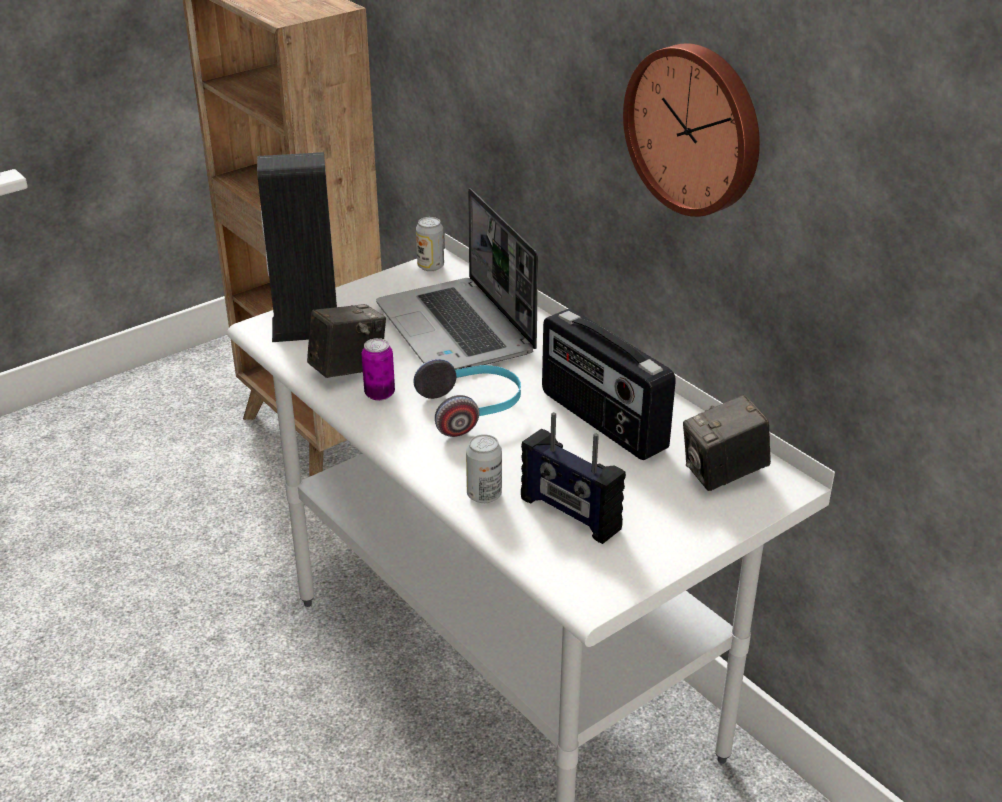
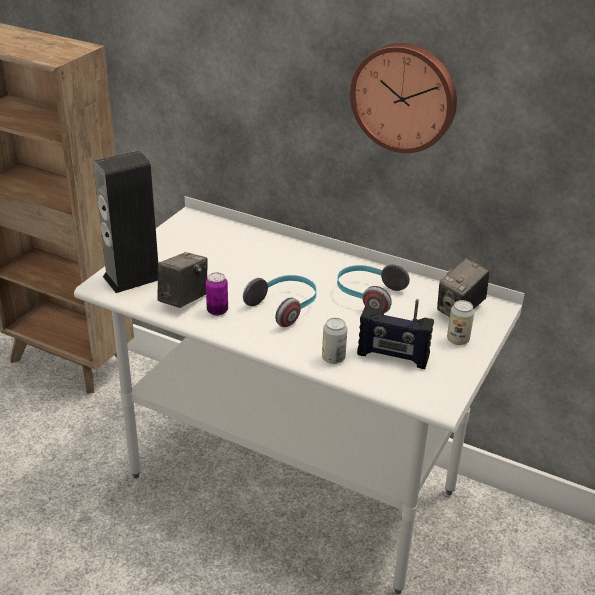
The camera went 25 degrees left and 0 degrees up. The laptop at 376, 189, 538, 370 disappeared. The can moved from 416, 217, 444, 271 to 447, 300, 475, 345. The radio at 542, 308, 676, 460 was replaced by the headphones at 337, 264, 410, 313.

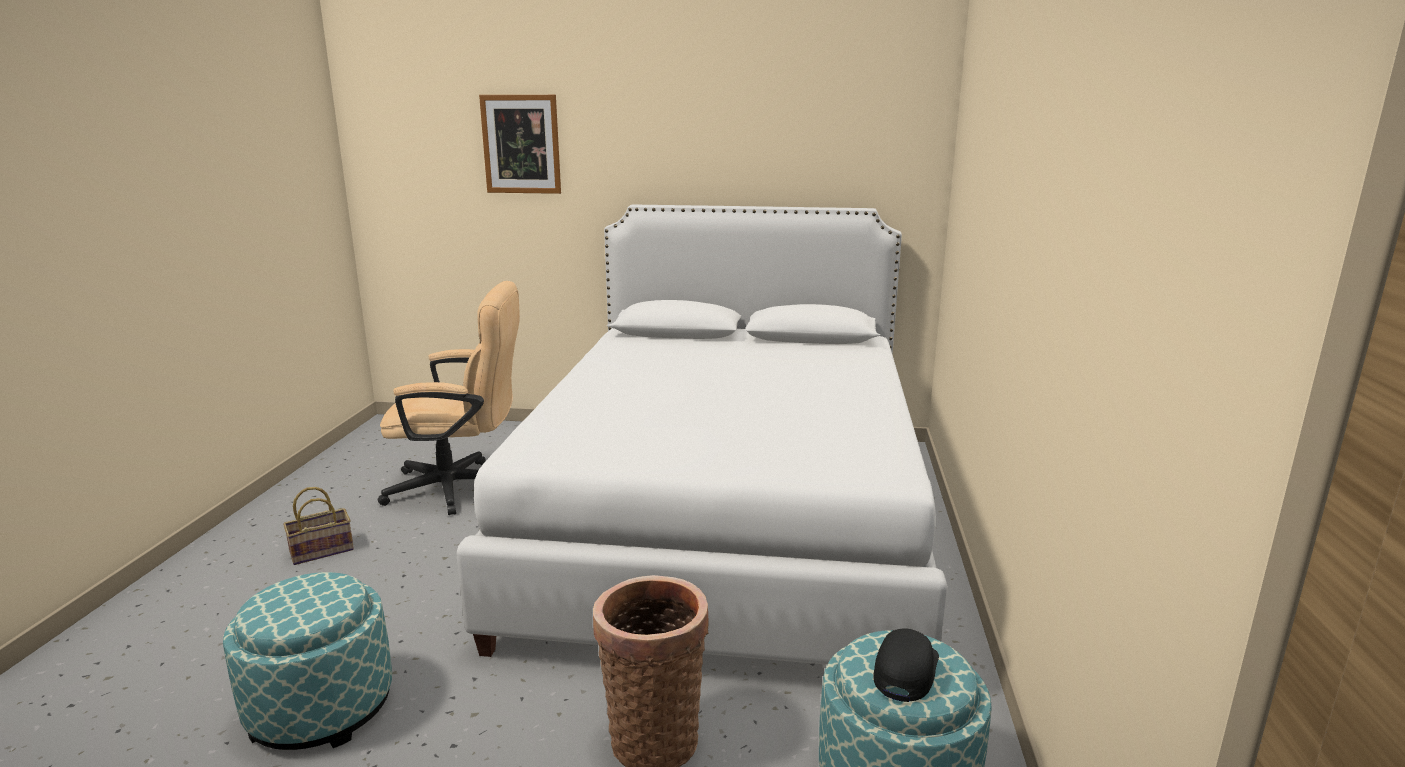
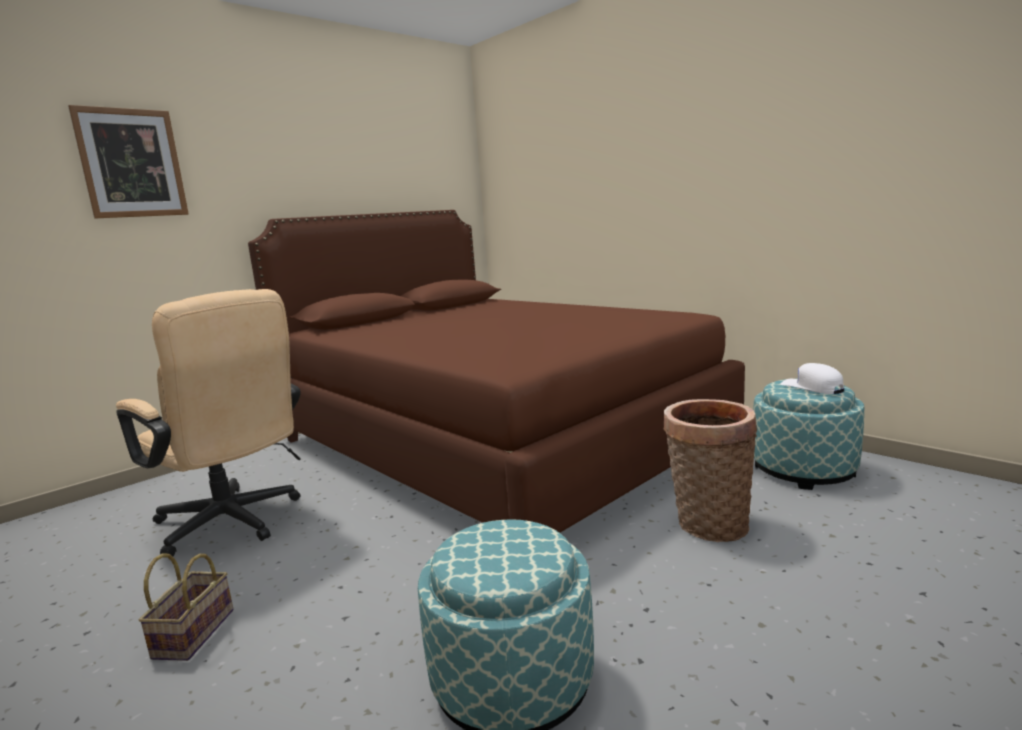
The camera went 50 degrees left and 5 degrees down. The white bed at 457, 204, 948, 665 became the brown bed at 248, 210, 745, 533. The beige office chair at 378, 281, 520, 515 turned 90 degrees clockwise. The black cap at 873, 628, 939, 702 became the white cap at 781, 363, 844, 394.

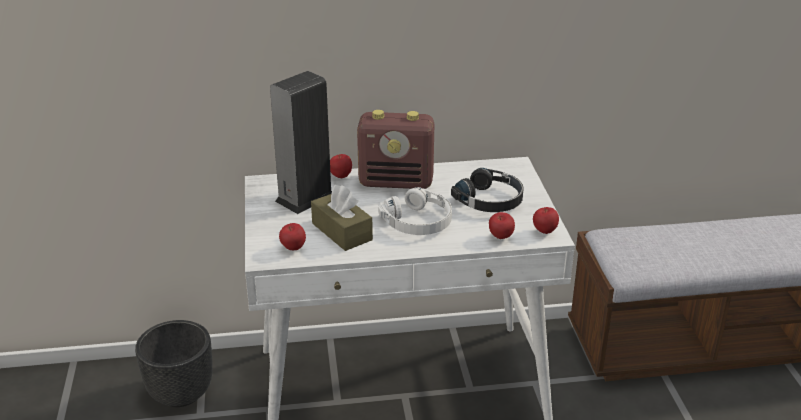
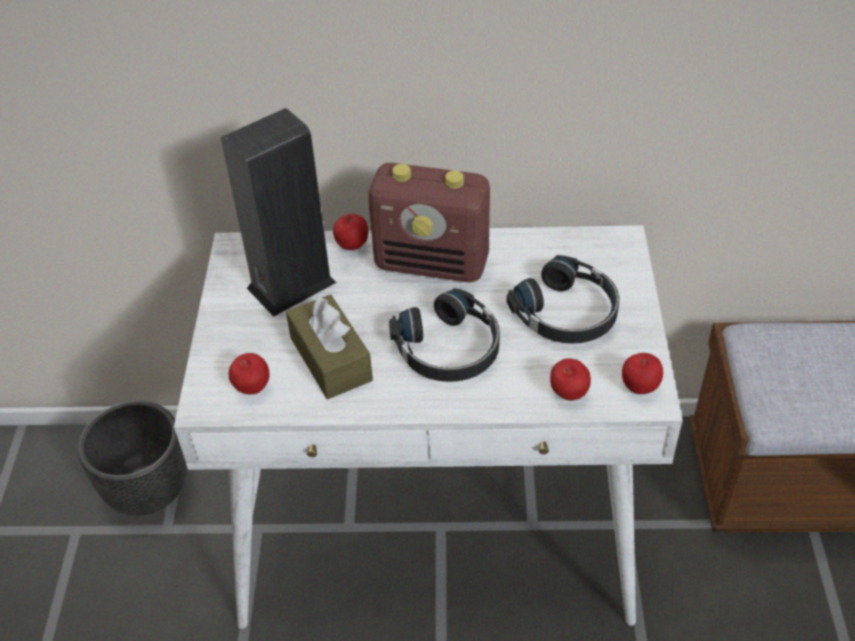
The camera went 10 degrees right and 15 degrees up. The white headphones at 378, 187, 452, 235 became the black headphones at 389, 288, 500, 382.

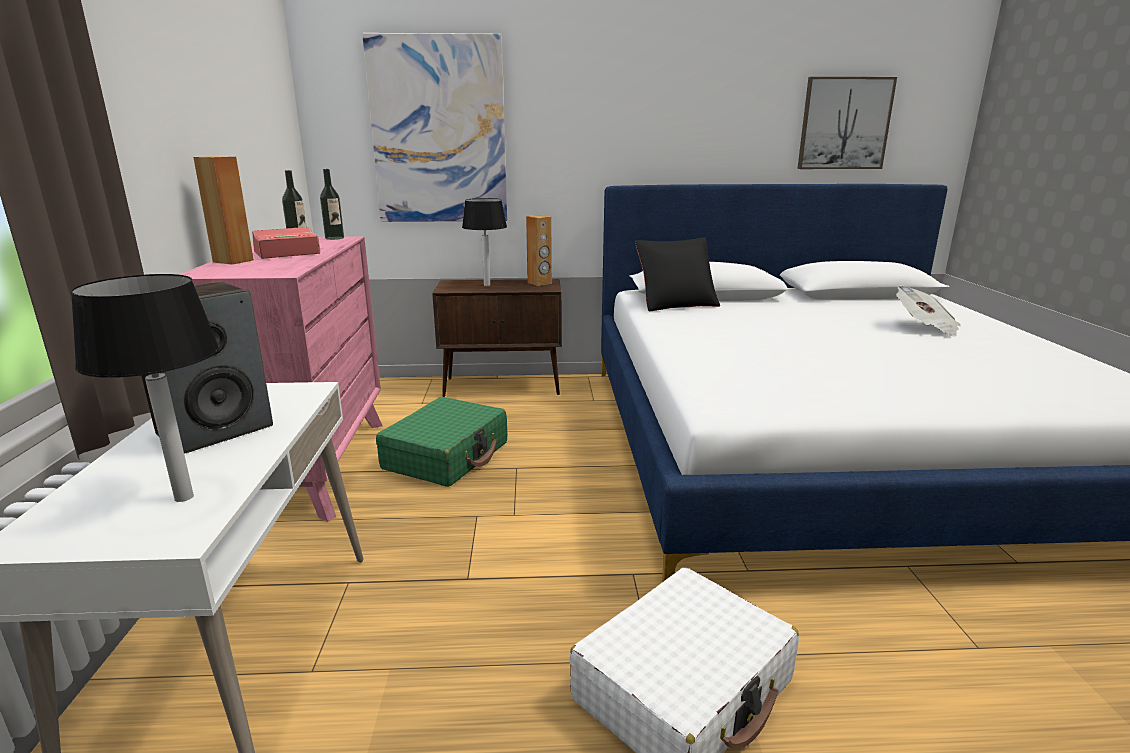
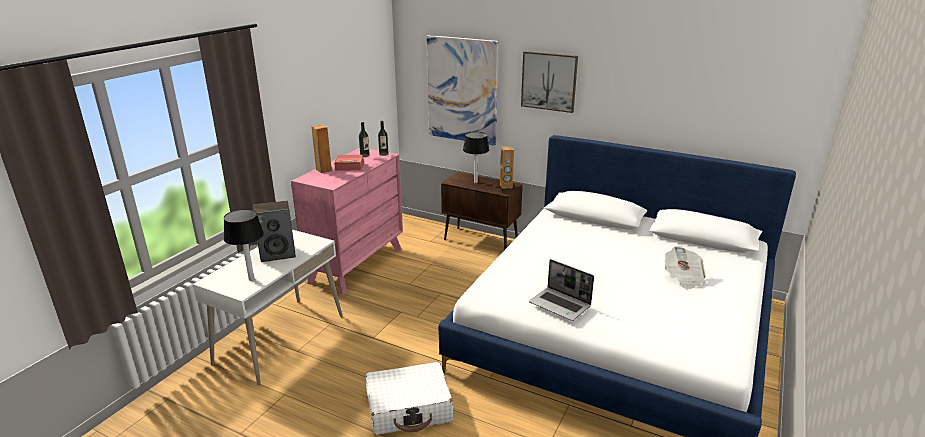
The camera went 30 degrees right and 5 degrees up. The picture moved from 797, 77, 897, 169 to 521, 51, 578, 113. The black pillow at 635, 237, 720, 311 disappeared. The green suitcase at 376, 397, 507, 487 disappeared. The laptop at 529, 259, 594, 321 appeared.

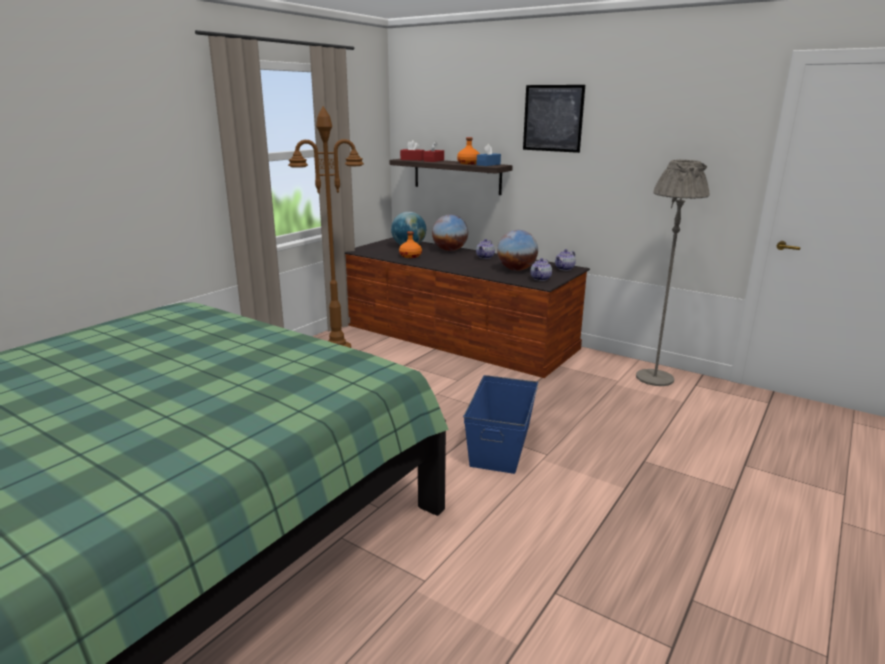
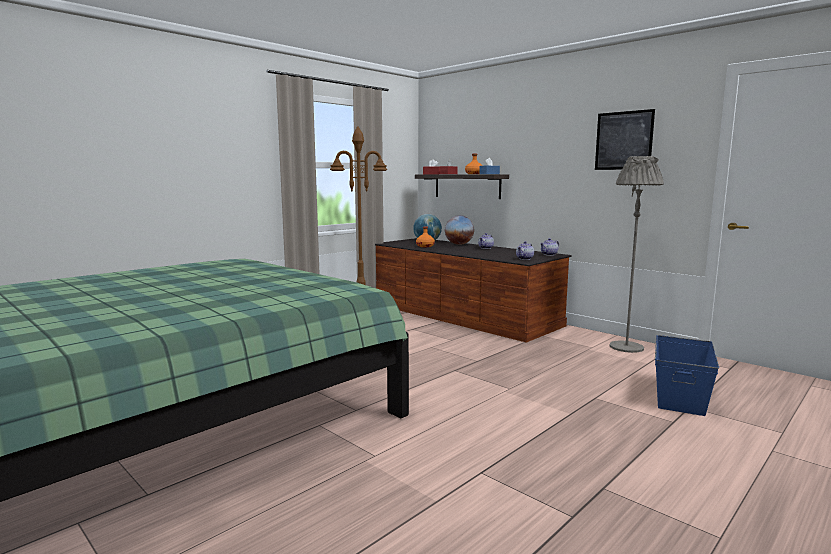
The camera went 10 degrees right and 10 degrees down. The picture moved from 523, 85, 585, 153 to 595, 109, 655, 170. The globe at 497, 230, 538, 271 disappeared. The blue storage box moved from 463, 375, 538, 474 to 655, 335, 719, 416.

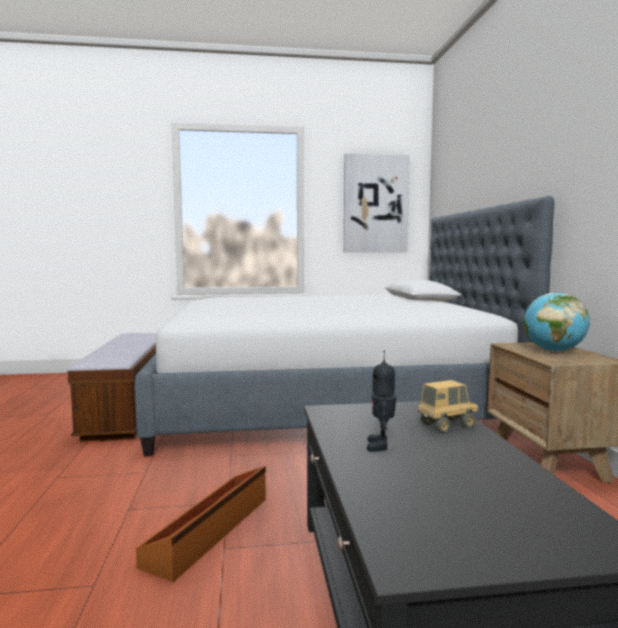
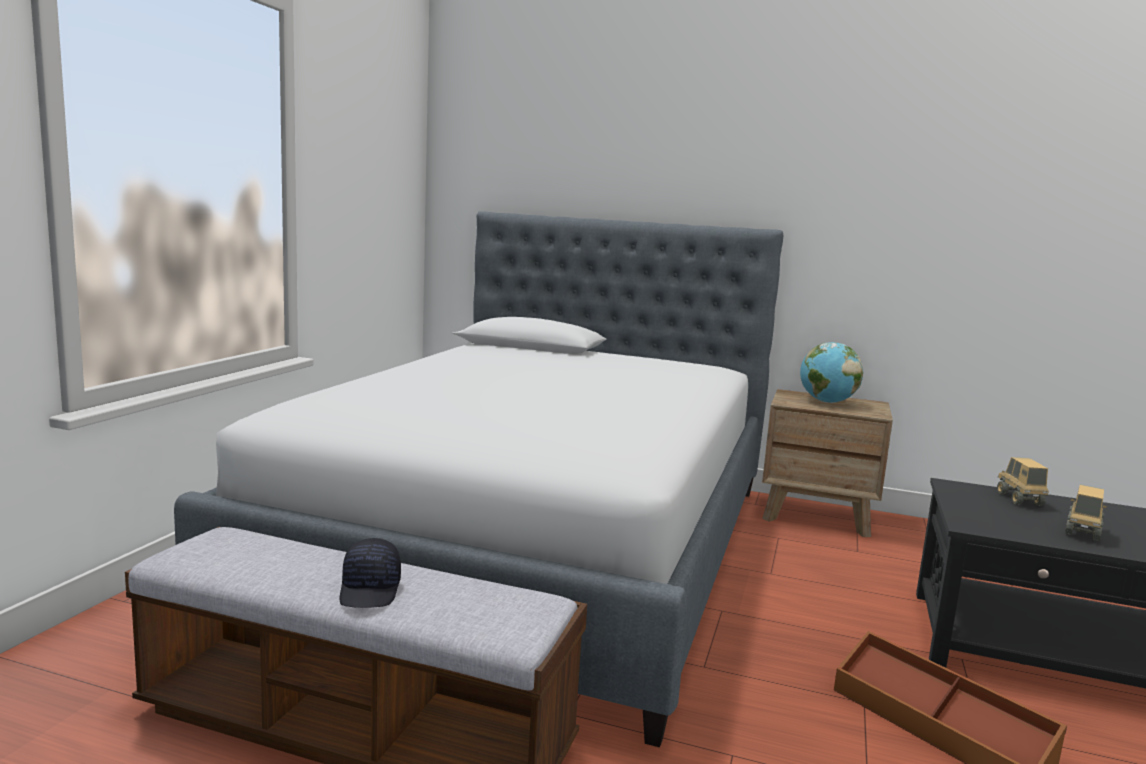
The camera went 65 degrees left and 5 degrees up. The picture at 344, 154, 410, 252 disappeared. The toy robot at 367, 351, 396, 452 was replaced by the toy truck at 1065, 485, 1107, 541. The black cap at 339, 538, 401, 608 appeared.

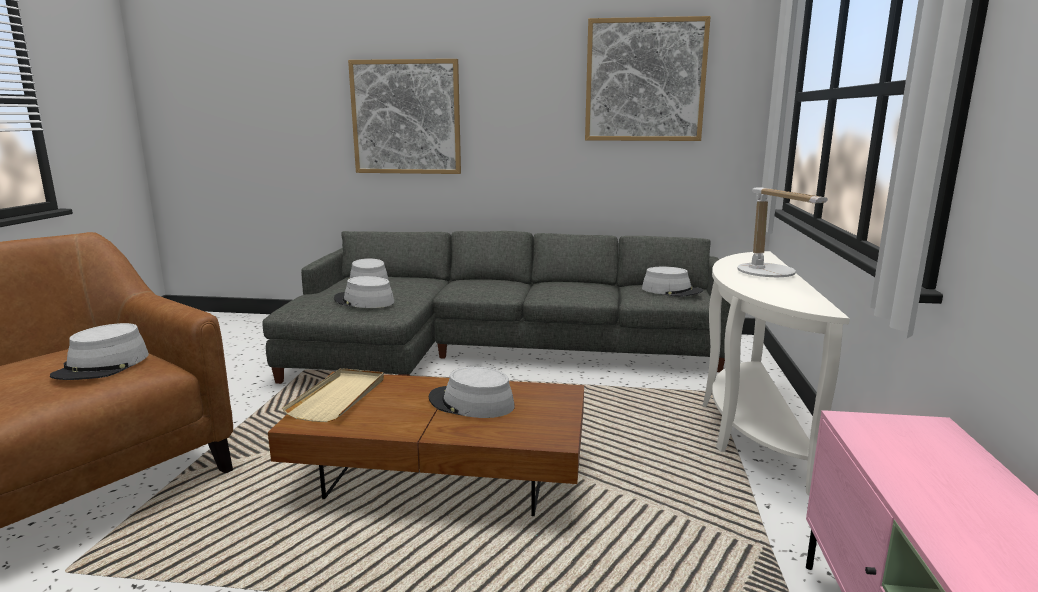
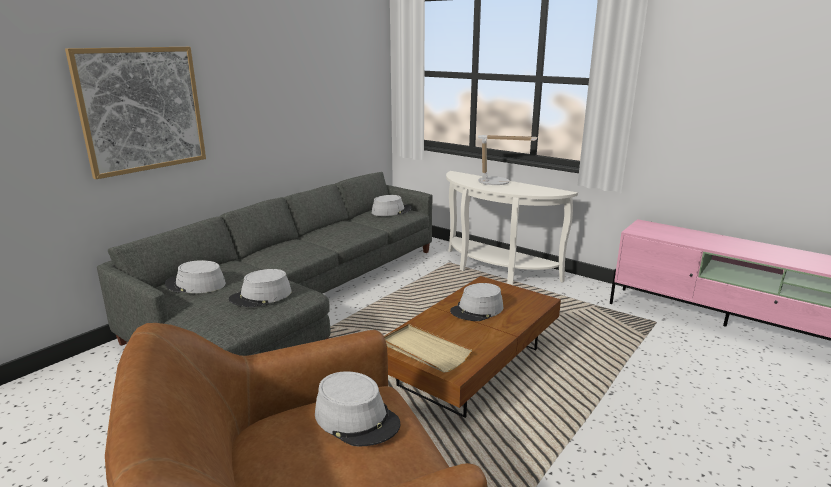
The camera went 60 degrees left and 5 degrees up. The picture at 585, 16, 711, 141 disappeared.

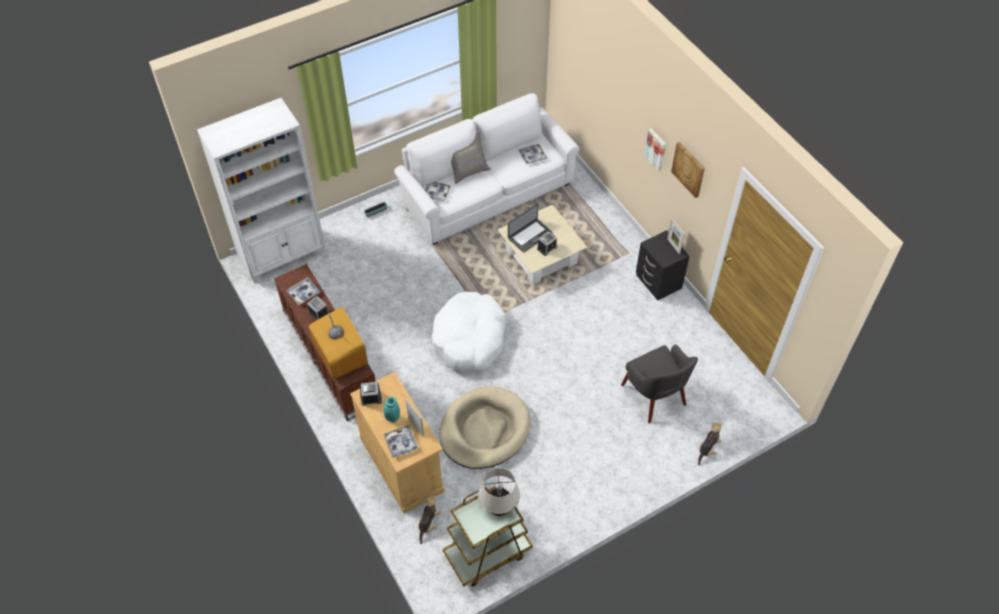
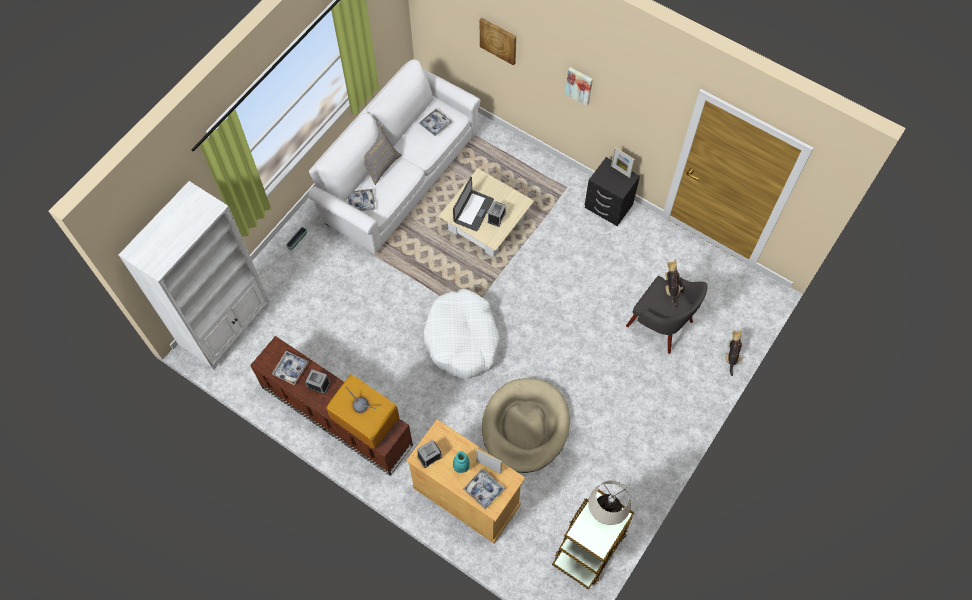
The camera went 25 degrees left and 10 degrees up. The picture moved from 671, 142, 705, 198 to 479, 18, 516, 66. The plush toy moved from 418, 496, 441, 544 to 665, 259, 683, 308.

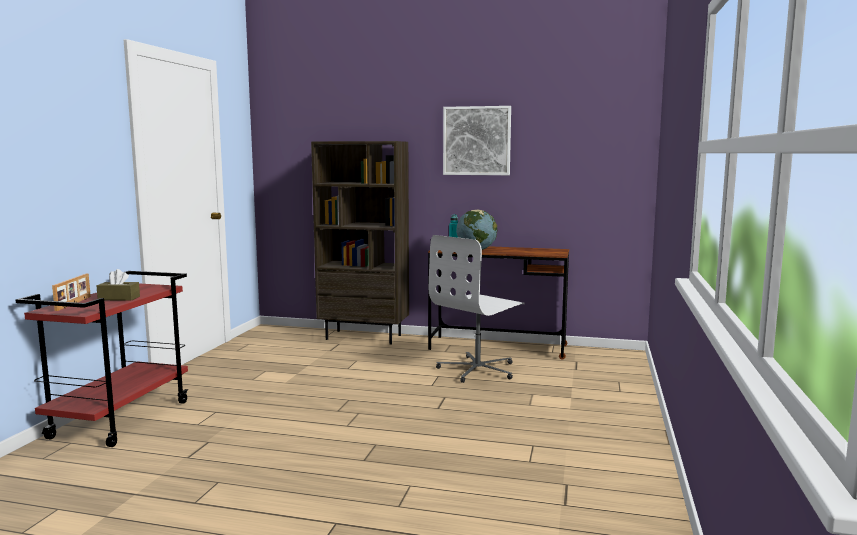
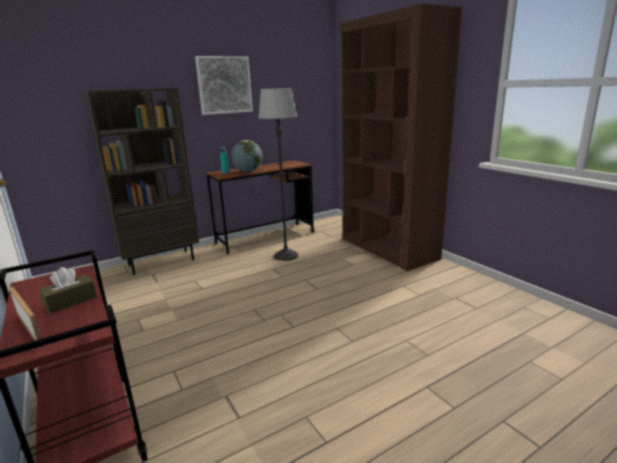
The camera went 45 degrees left and 10 degrees up. The white office chair at 429, 235, 525, 383 was replaced by the floor lamp at 259, 88, 298, 261. The brown bookcase at 340, 4, 462, 271 appeared.

